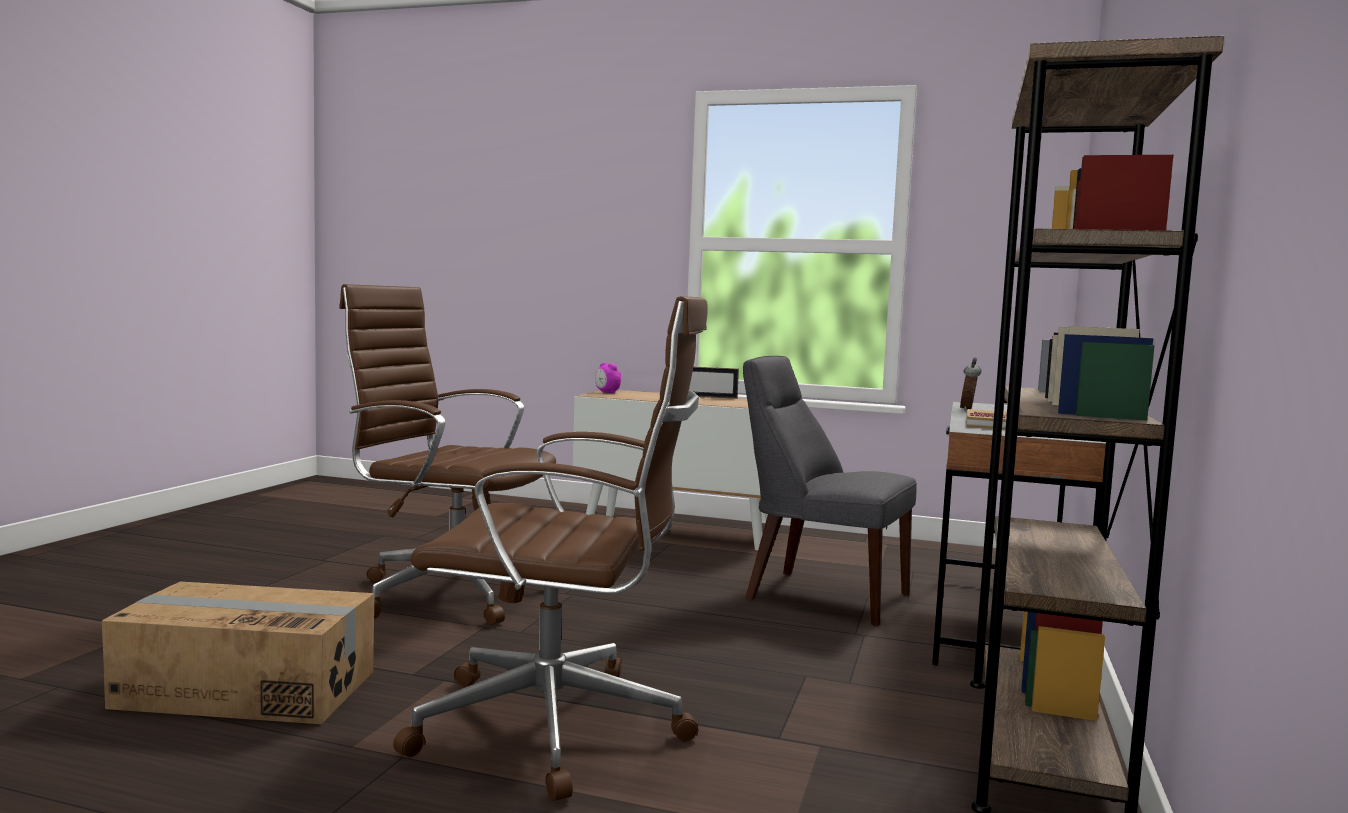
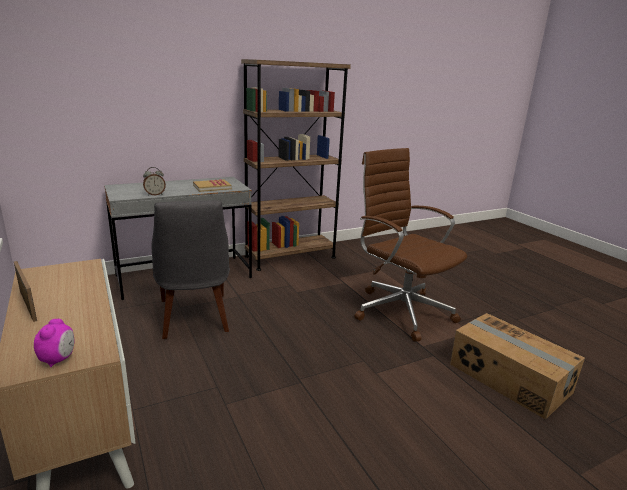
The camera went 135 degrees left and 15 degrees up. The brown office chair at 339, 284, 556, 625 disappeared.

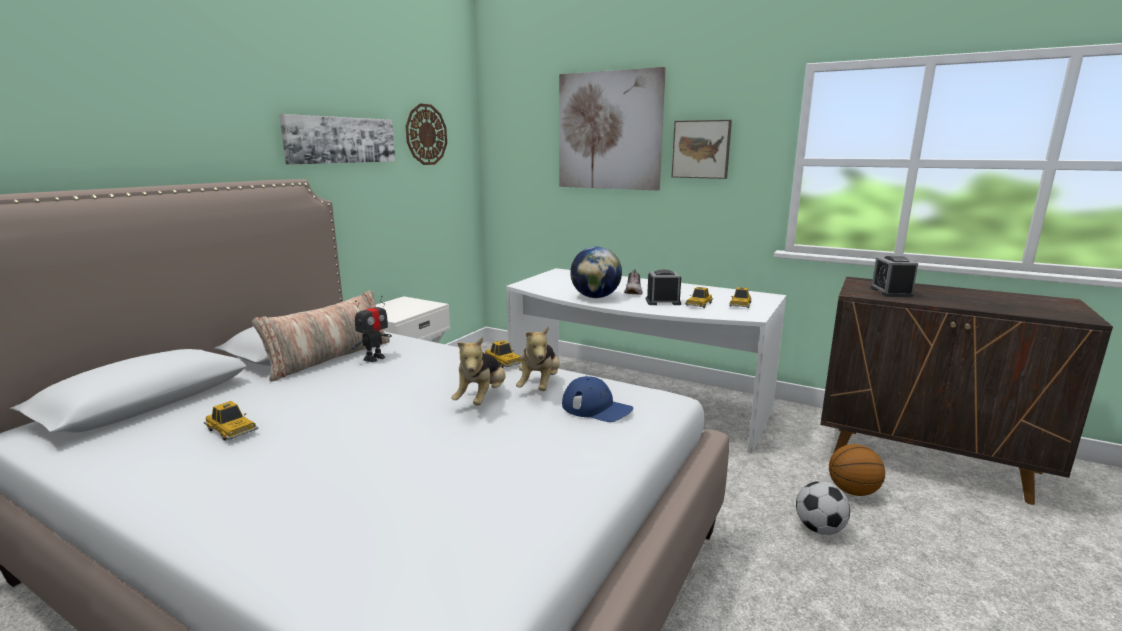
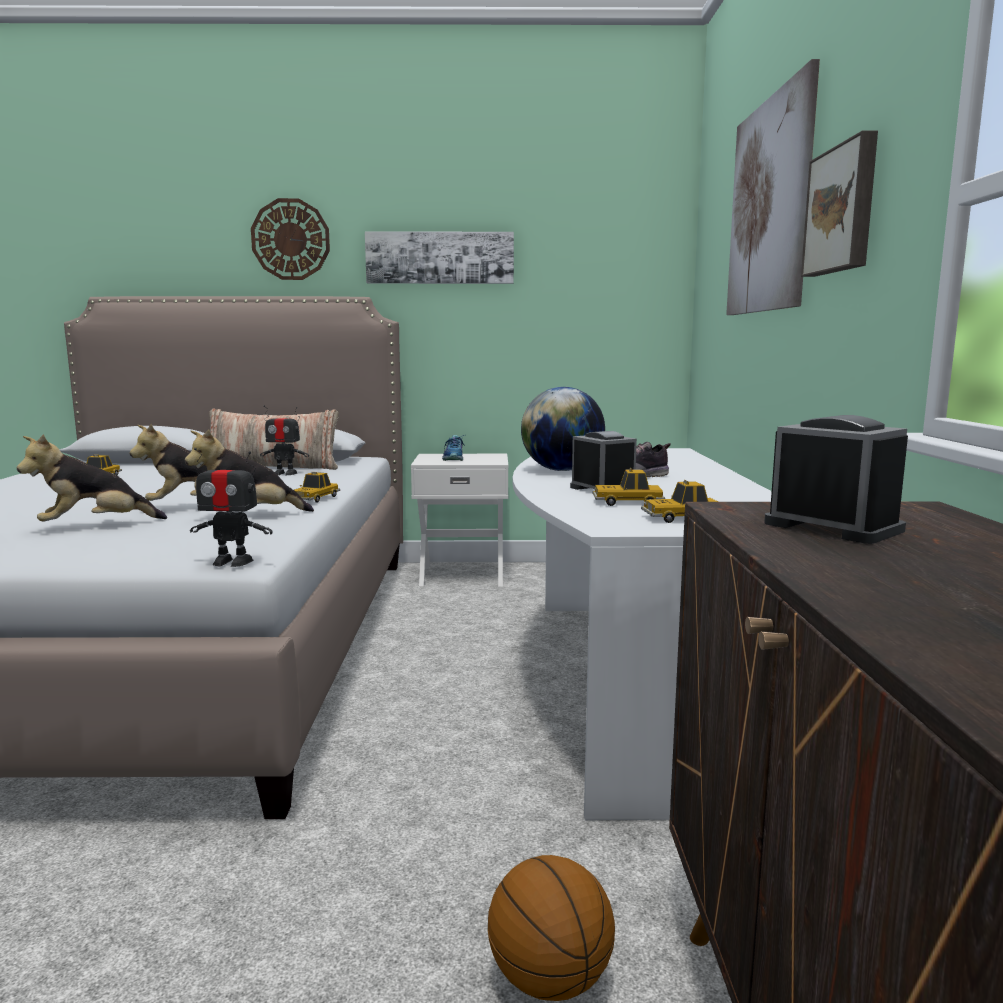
The camera went 60 degrees right and 5 degrees down. The wall clock moved from 406, 104, 447, 165 to 251, 198, 330, 280. The alarm clock at 871, 256, 918, 297 turned 75 degrees clockwise. The blue cap at 562, 376, 633, 422 disappeared. The football at 796, 481, 850, 535 disappeared. The plush toy at 17, 434, 167, 522 appeared. The shoe at 442, 435, 465, 461 appeared. The toy robot at 190, 448, 273, 567 appeared.

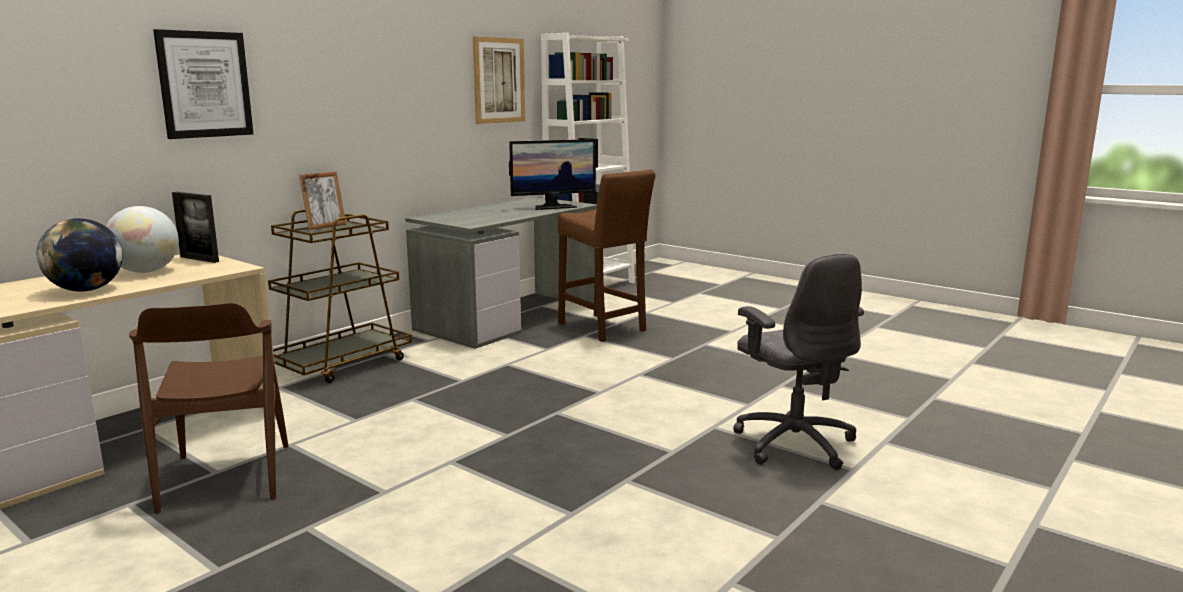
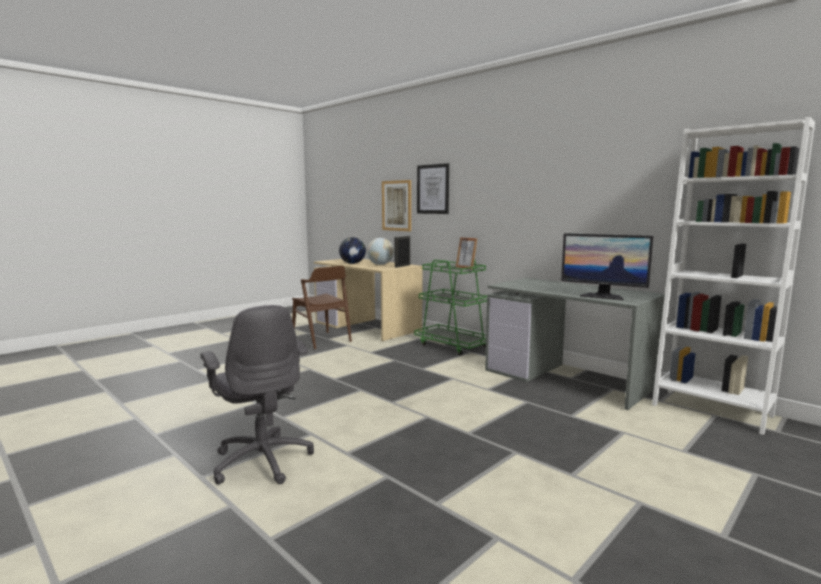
The camera went 95 degrees right and 5 degrees down. The picture moved from 473, 37, 525, 124 to 382, 180, 411, 231. The monitor at 509, 139, 596, 210 turned 45 degrees counterclockwise. The brown stool at 558, 170, 656, 342 disappeared. The brown cart at 268, 209, 412, 383 became the green cart at 414, 259, 487, 356. The grey office chair at 733, 253, 864, 470 turned 105 degrees counterclockwise. The brown chair at 129, 303, 289, 514 turned 120 degrees counterclockwise.

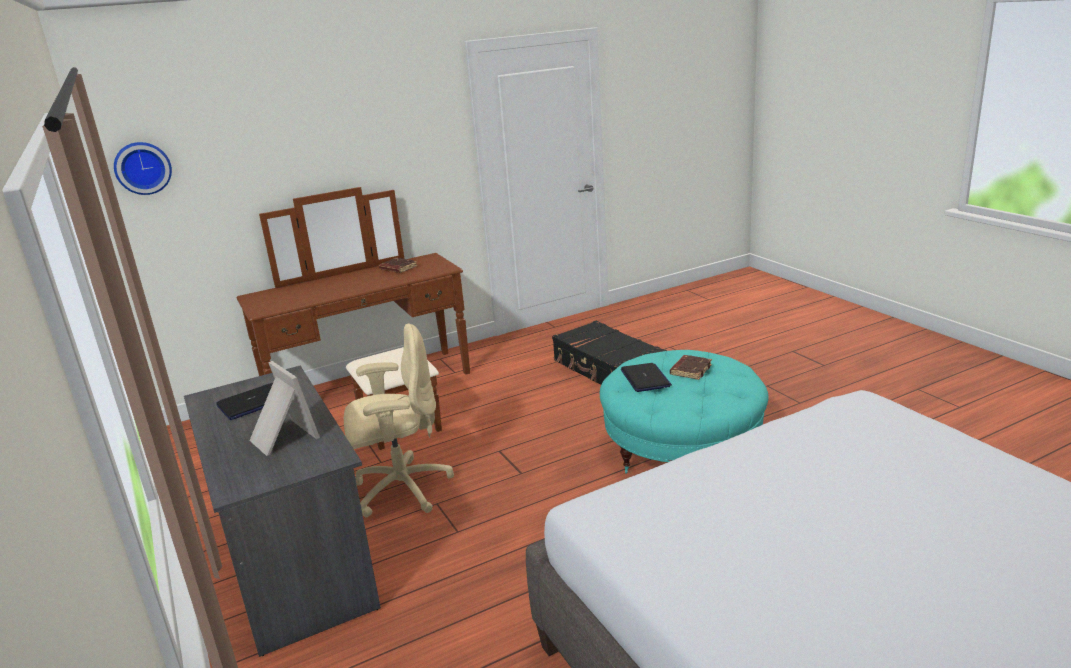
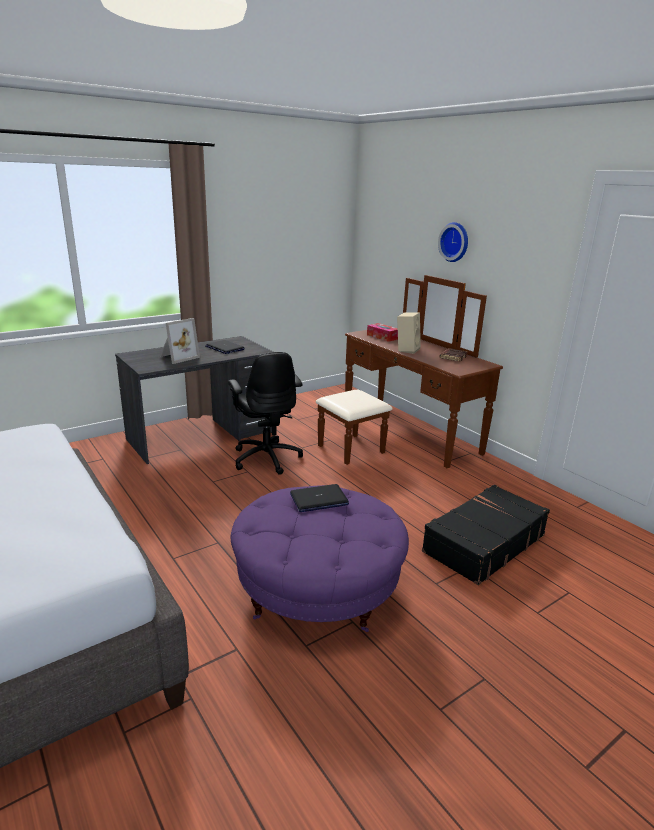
The camera went 80 degrees right and 0 degrees up. The wall clock moved from 114, 142, 172, 195 to 438, 222, 468, 262. The beige office chair at 344, 324, 454, 517 became the black office chair at 228, 352, 303, 475. The turquoise ottoman at 600, 350, 768, 474 became the purple ottoman at 230, 485, 409, 632. The brown book at 670, 355, 712, 380 disappeared. The beige speaker at 397, 312, 421, 354 appeared. The tissue box at 367, 323, 398, 342 appeared.

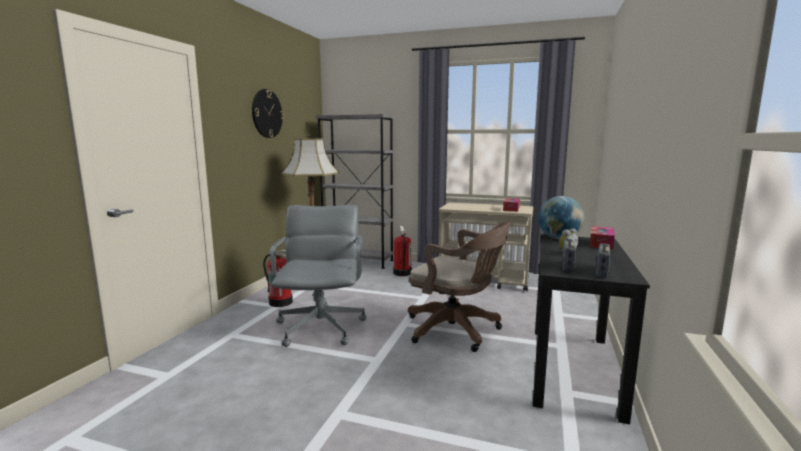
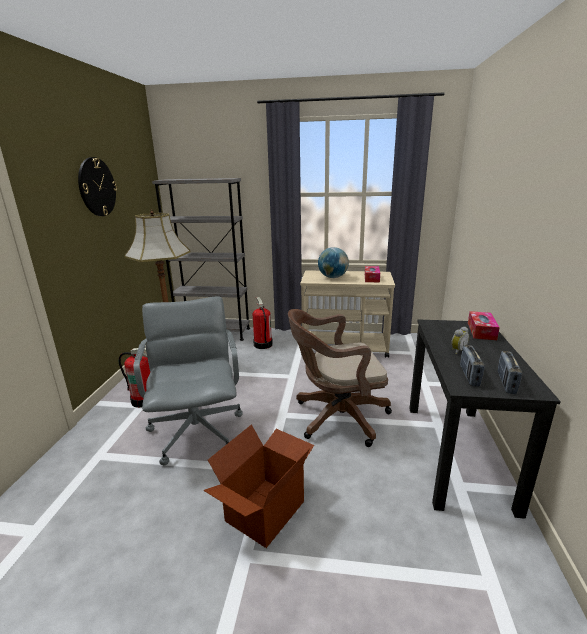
The camera went 10 degrees left and 10 degrees up. The globe moved from 538, 196, 584, 239 to 318, 247, 349, 278. The brown office chair at 408, 222, 510, 352 turned 150 degrees clockwise. The cardboard box at 203, 424, 314, 548 appeared.

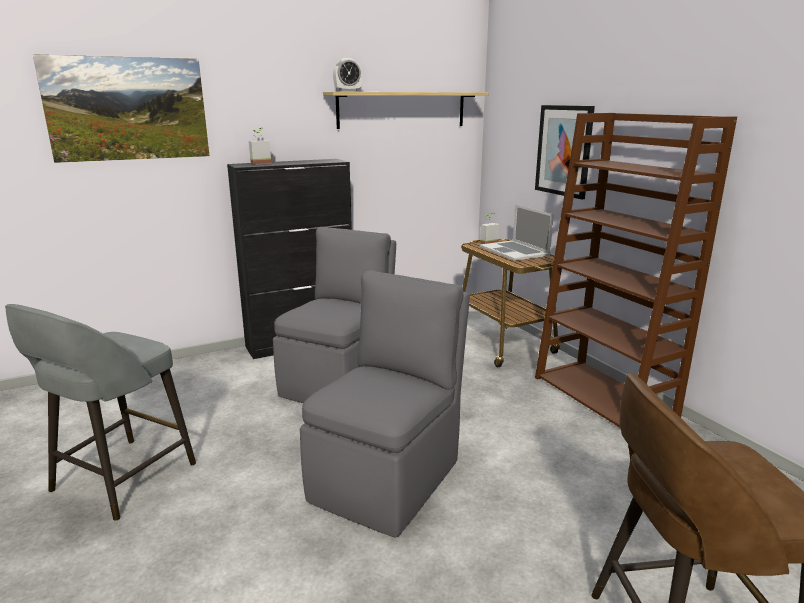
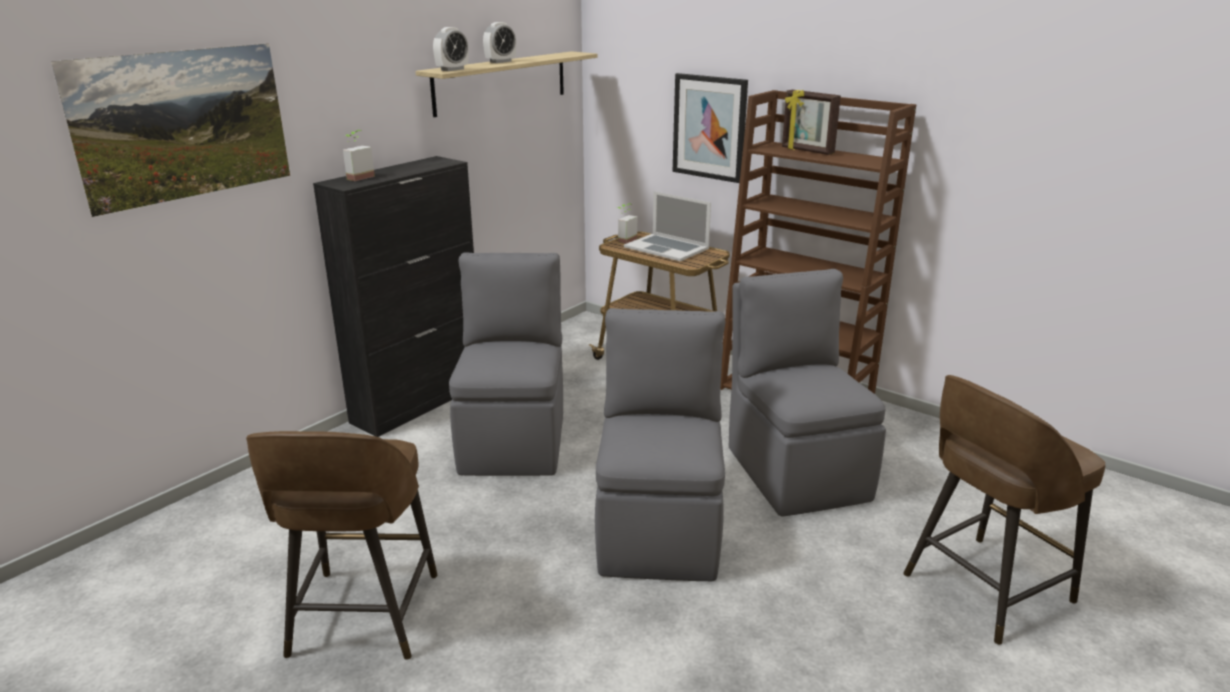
The camera went 25 degrees left and 5 degrees up. The grey stool at 5, 304, 196, 521 became the brown stool at 246, 431, 437, 660. The alarm clock at 483, 22, 516, 63 appeared. The picture frame at 782, 90, 841, 155 appeared. The grey chair at 729, 269, 886, 516 appeared.

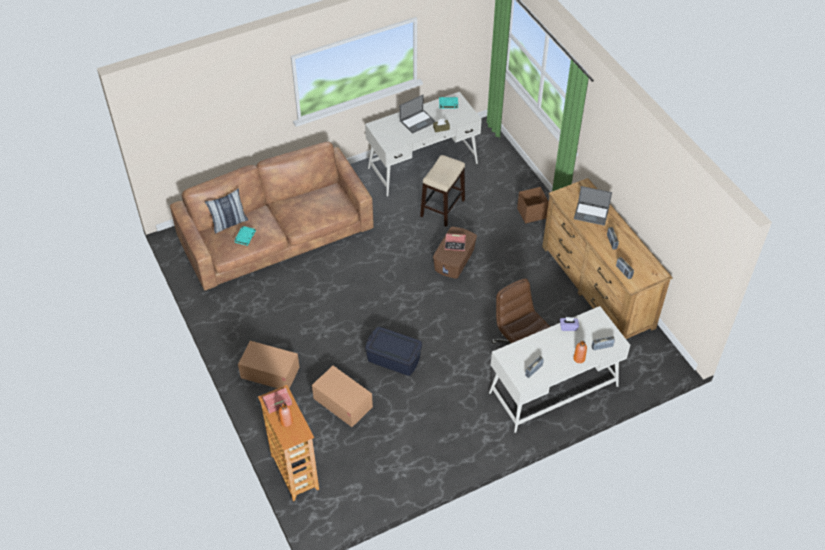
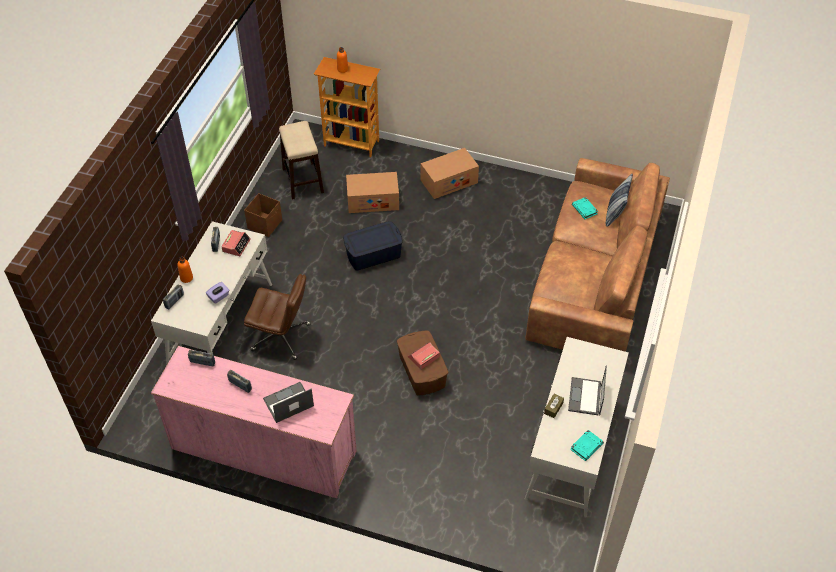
The camera went 135 degrees right and 0 degrees up. The stool moved from 420, 155, 465, 227 to 279, 121, 324, 200. The brown dresser at 542, 178, 673, 339 became the pink dresser at 151, 346, 357, 498. The brown storage box moved from 517, 187, 549, 224 to 244, 193, 282, 237. The alarm clock moved from 262, 388, 292, 413 to 221, 230, 251, 256.

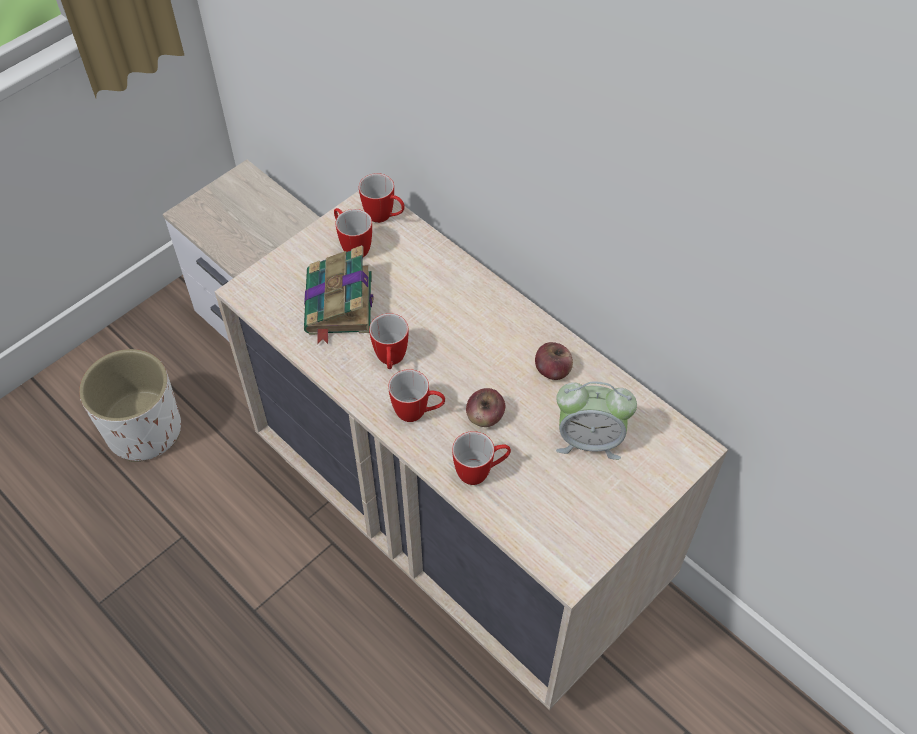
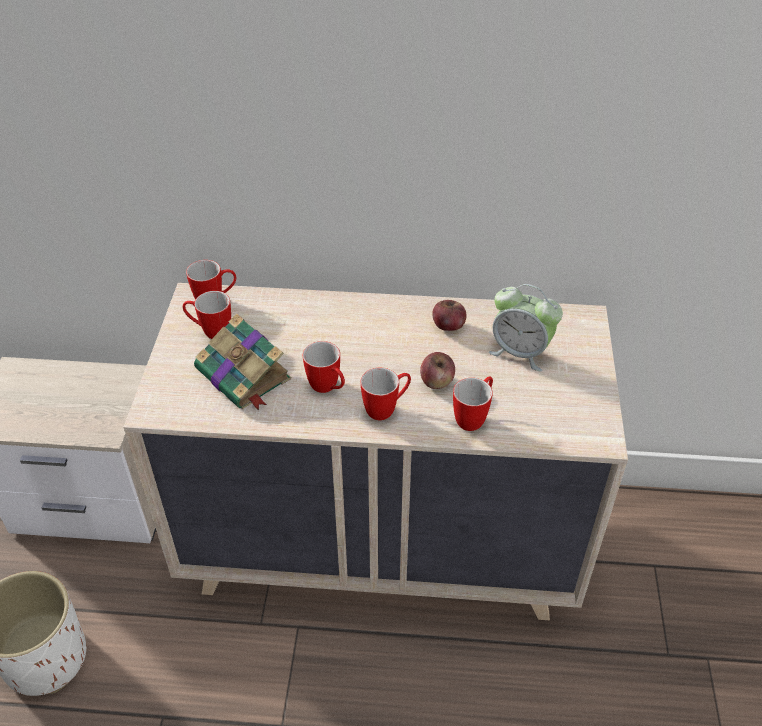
The camera went 40 degrees left and 10 degrees down. The alarm clock at 556, 381, 637, 460 turned 60 degrees clockwise.

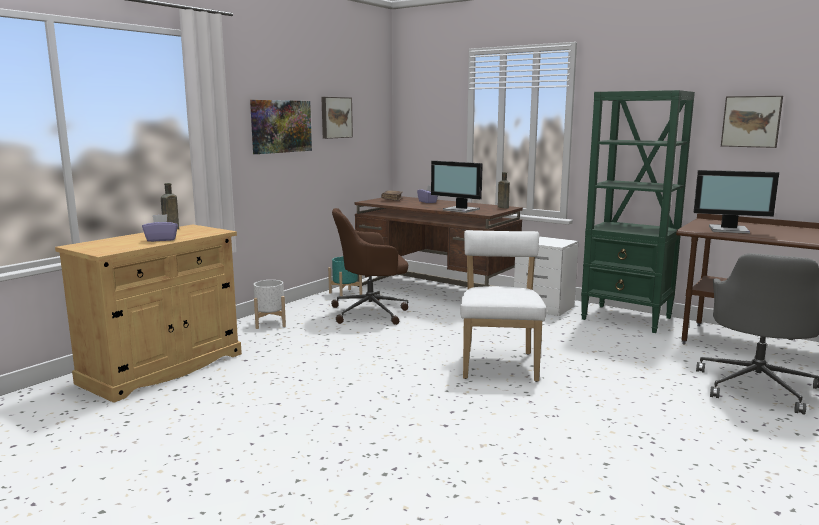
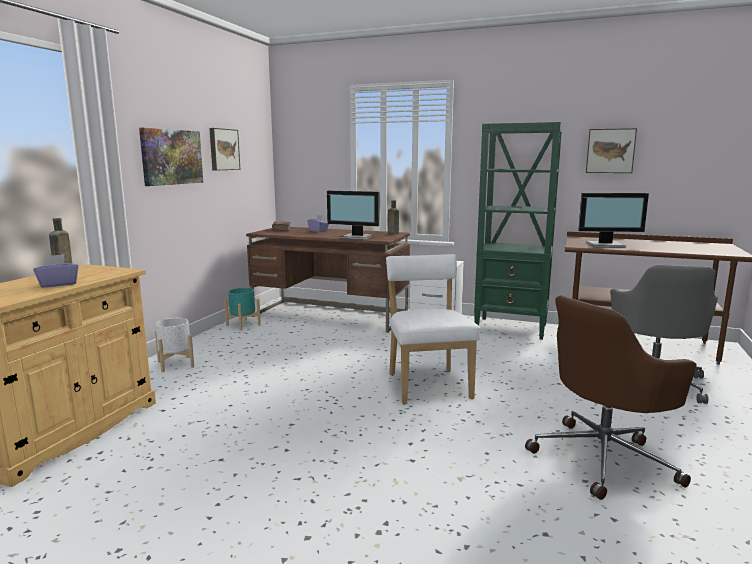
The camera went 15 degrees left and 0 degrees up. The brown office chair moved from 331, 208, 408, 325 to 525, 295, 697, 500.

